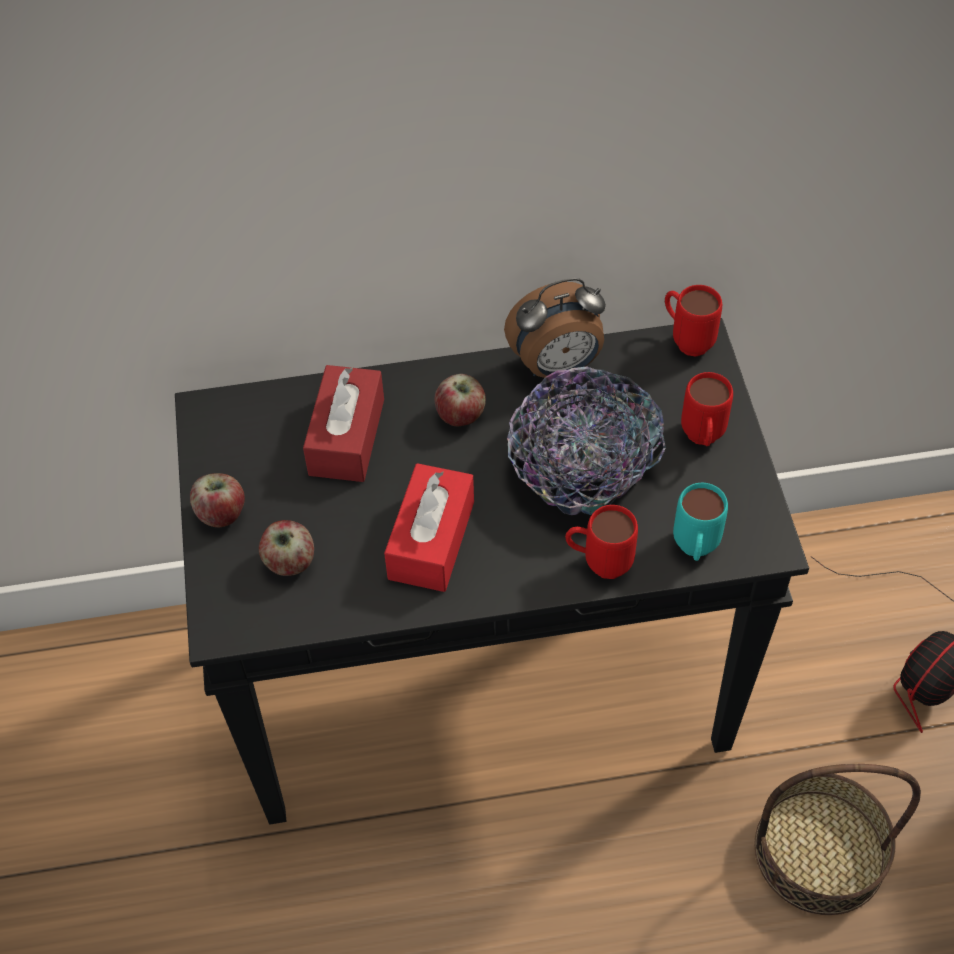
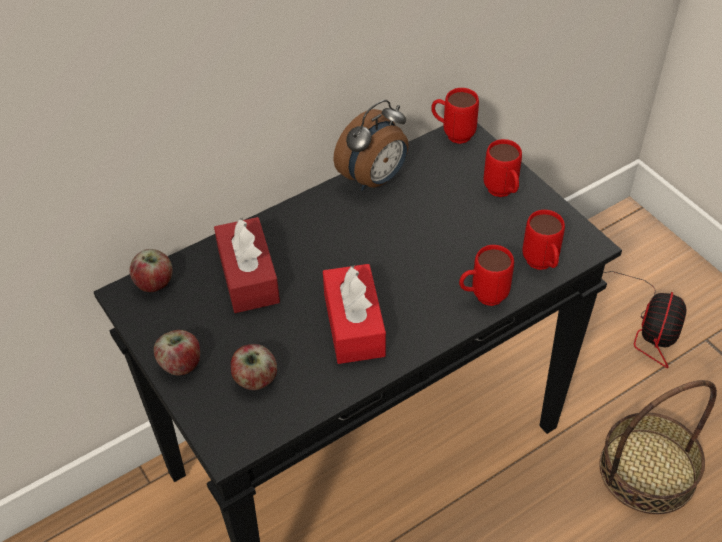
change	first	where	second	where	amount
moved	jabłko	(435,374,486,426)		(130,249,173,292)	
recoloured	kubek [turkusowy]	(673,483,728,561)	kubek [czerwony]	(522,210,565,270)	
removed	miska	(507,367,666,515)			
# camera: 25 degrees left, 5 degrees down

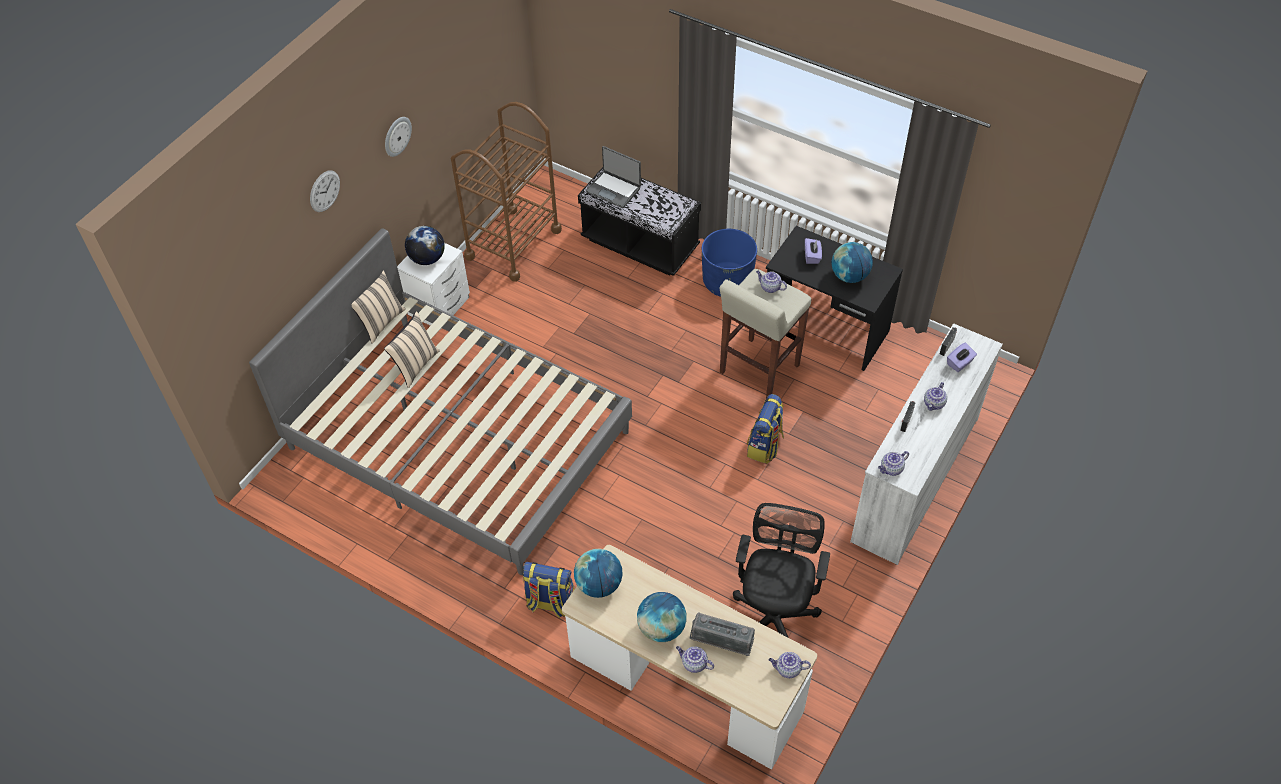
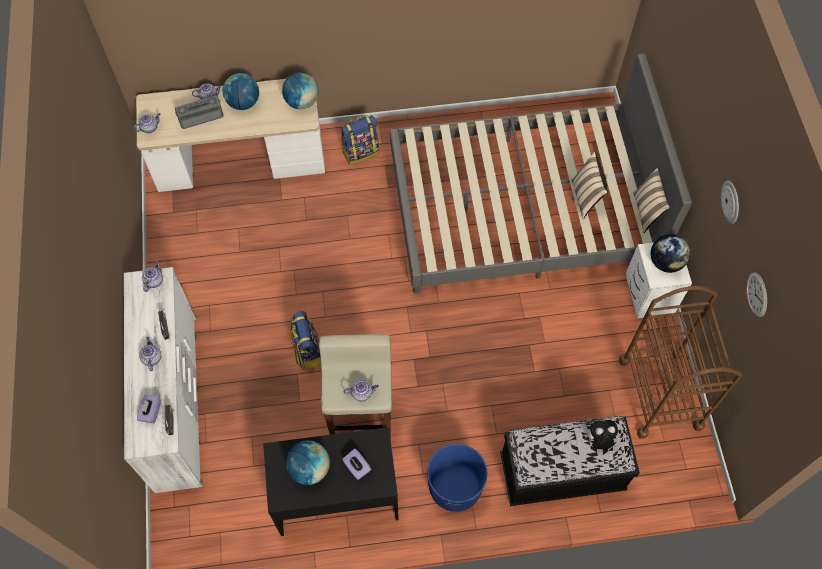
change	first	where	second	where	amount
replaced	laptop	(586,146,641,208)	pluszak	(585,420,618,449)	
moved	zegar ścienny	(310,170,340,212)		(747,272,767,317)	
removed	krzesło biurowe [czarny]	(733,503,830,637)			
# camera: 140 degrees right, 10 degrees up

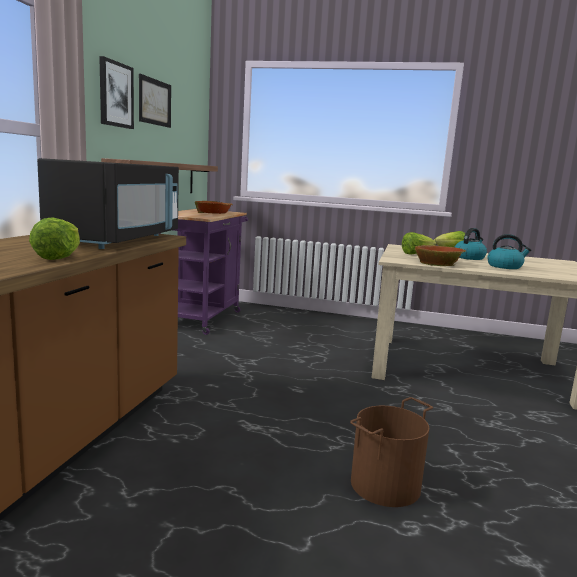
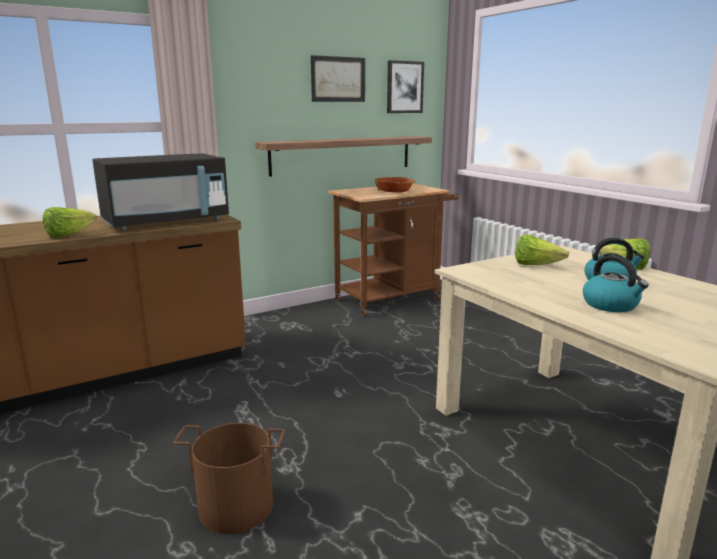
change	first	where	second	where	amount
recoloured	wózek [fioletowy]	(159,209,248,335)	wózek [brązowy]	(328,183,459,317)	
moved	obraz	(99,56,134,129)		(387,60,424,113)	
removed	miska	(415,245,466,266)			
# camera: 45 degrees right, 5 degrees up

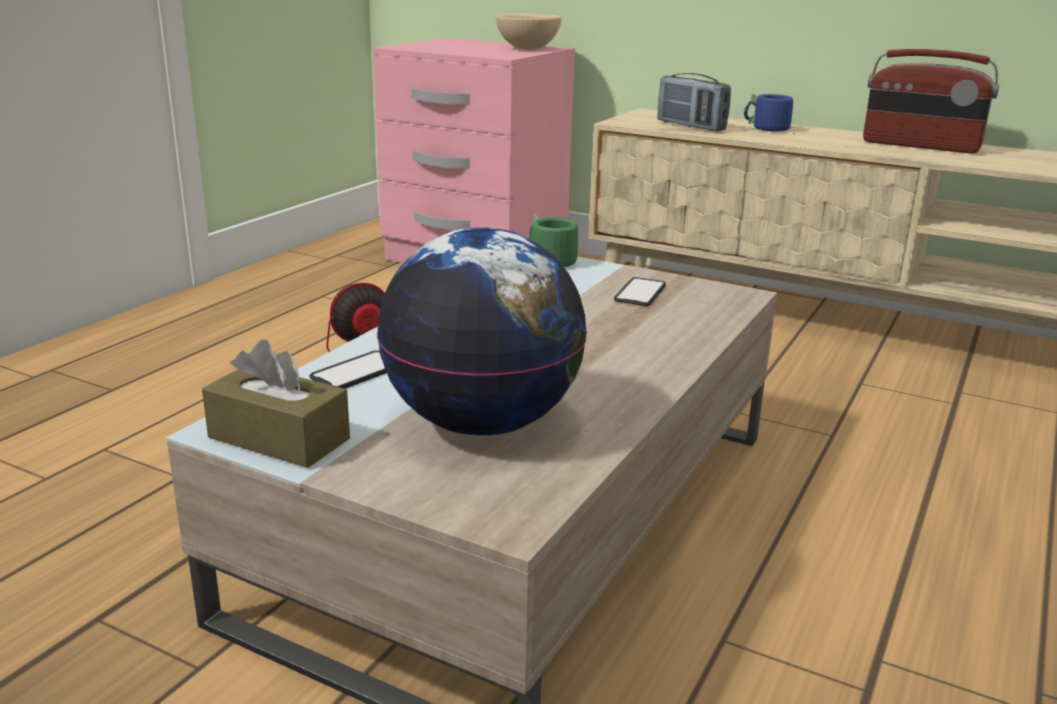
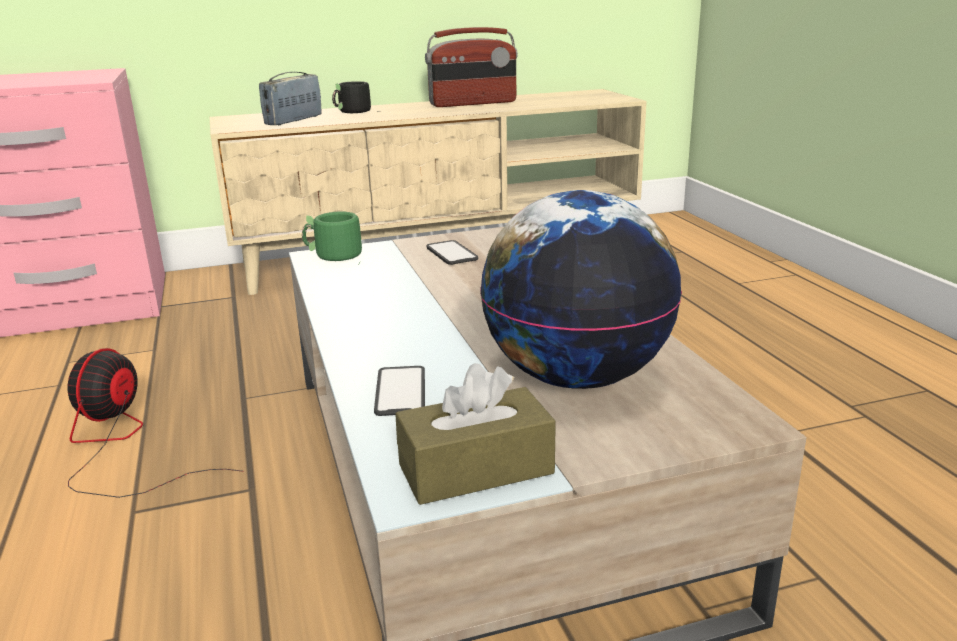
change	first	where	second	where	amount
turned	radio	(657,73,731,131)		(259,72,322,125)	120 degrees clockwise
recoloured	kubek [niebieski]	(744,94,793,132)	kubek [czarny]	(332,81,381,113)	
removed	miska [beżowy]	(496,13,562,50)			
# camera: 45 degrees left, 0 degrees up

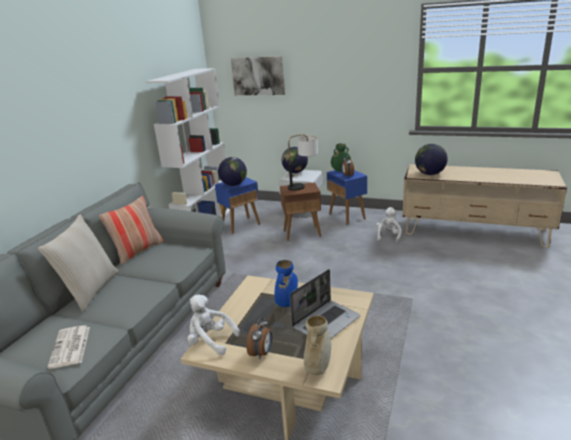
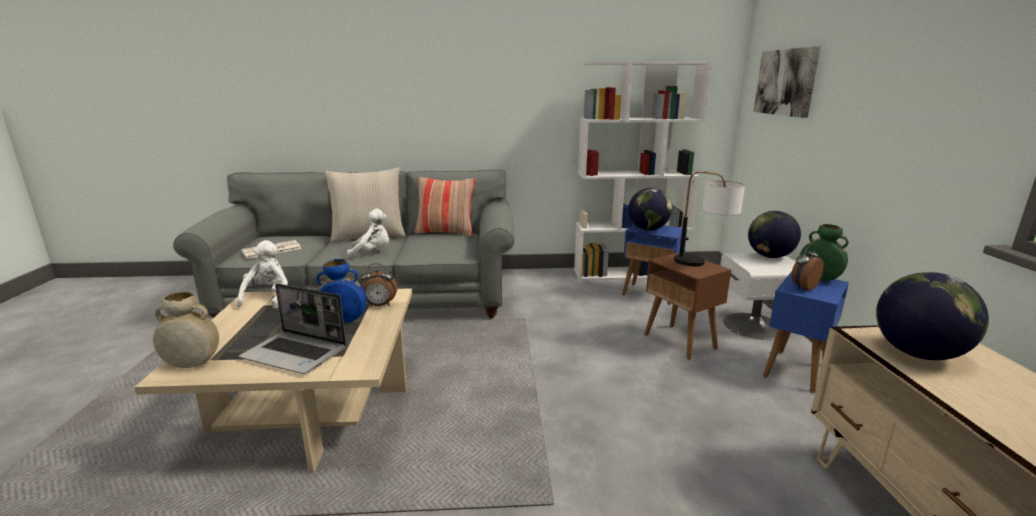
change	first	where	second	where	amount
moved	pluszak [biały]	(376,207,402,243)		(347,209,389,258)	
moved	budzik	(246,317,272,359)		(361,263,397,307)	
# camera: 65 degrees right, 5 degrees down

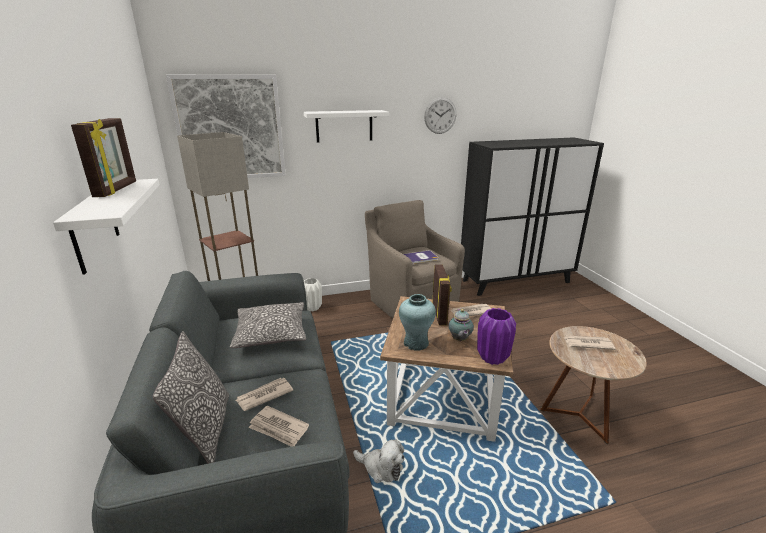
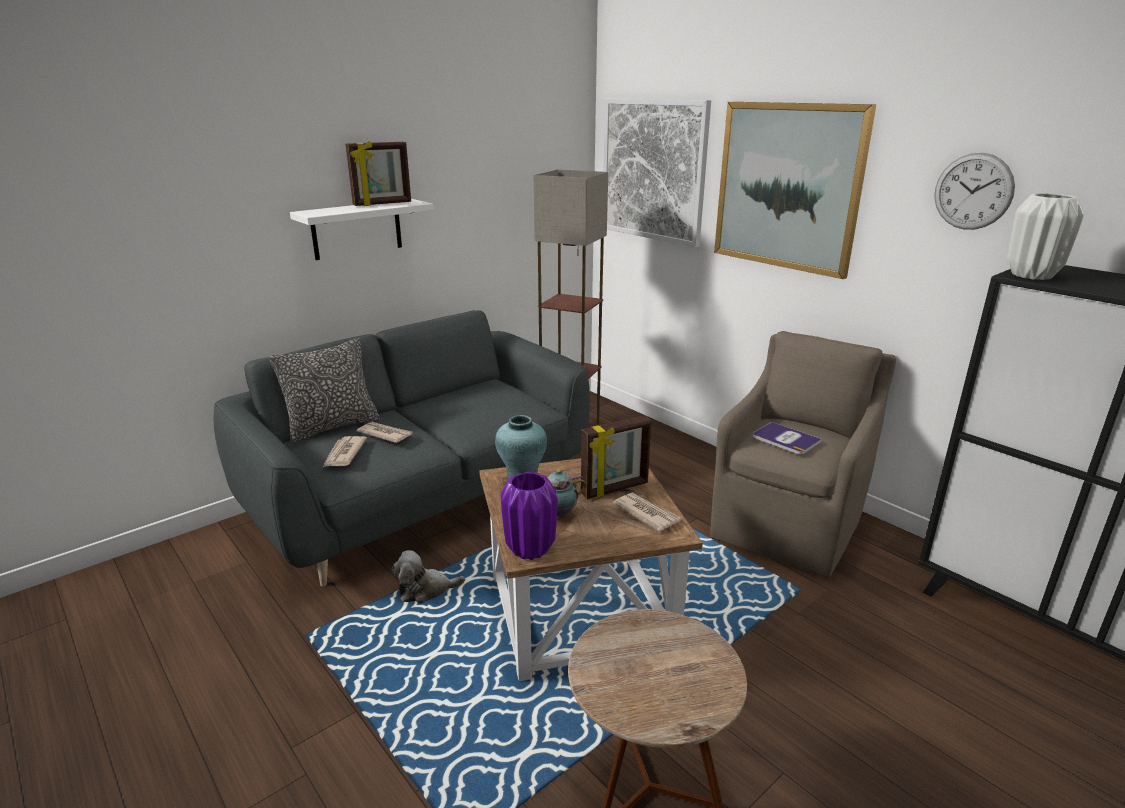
change	first	where	second	where	amount
turned	pluszak	(353,439,404,483)		(392,550,465,603)	75 degrees clockwise
replaced	półka [biały]	(304,110,389,143)	obraz	(714,102,876,279)	
moved	wazon [biały]	(304,278,322,311)		(1008,193,1084,280)	
removed	poduszka	(230,302,306,348)			
removed	gazeta	(563,335,615,350)			
# camera: 65 degrees right, 0 degrees up

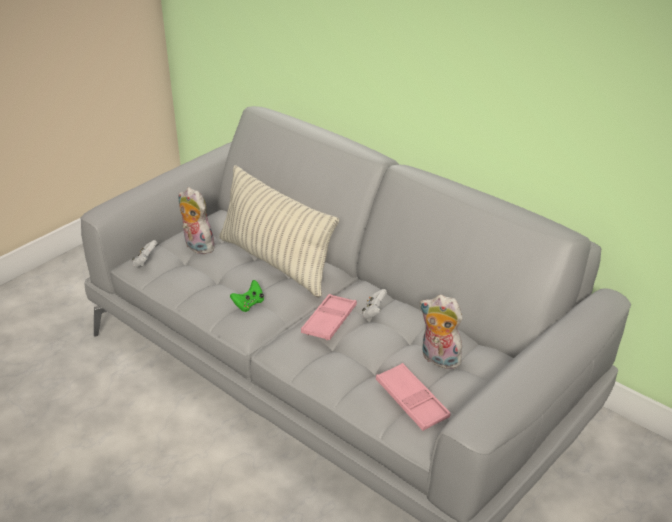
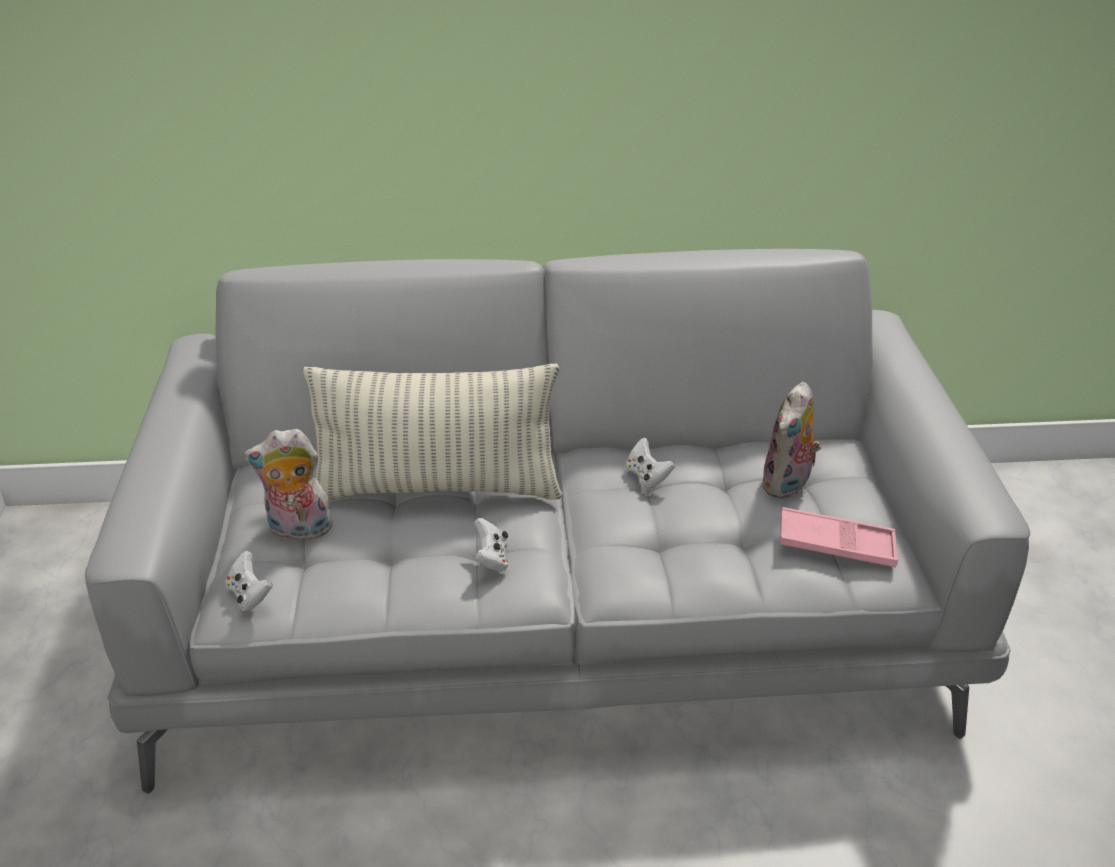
change	first	where	second	where	amount
recoloured	pad do gier [zielony]	(230,280,264,312)	pad do gier [biały]	(474,518,508,572)	
turned	pluszak	(420,295,462,369)		(761,382,821,498)	45 degrees counterclockwise
removed	taca [różowy]	(301,294,357,340)			
# camera: 45 degrees left, 0 degrees up

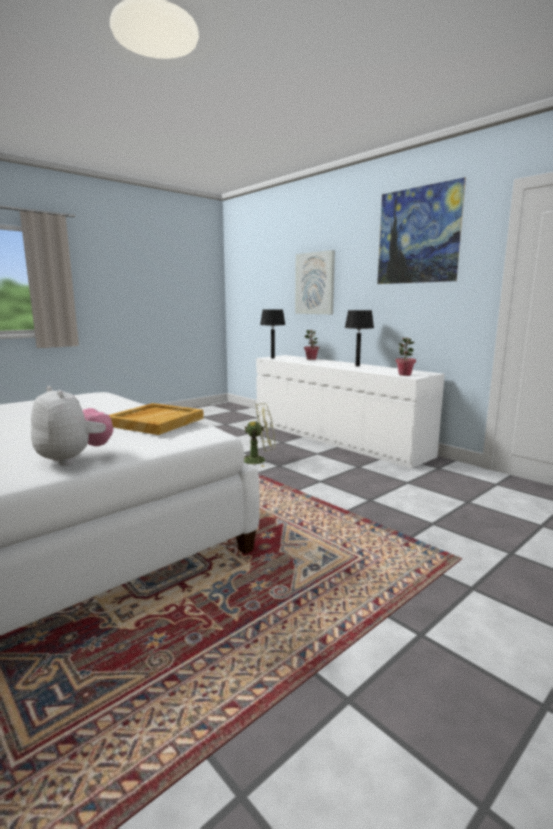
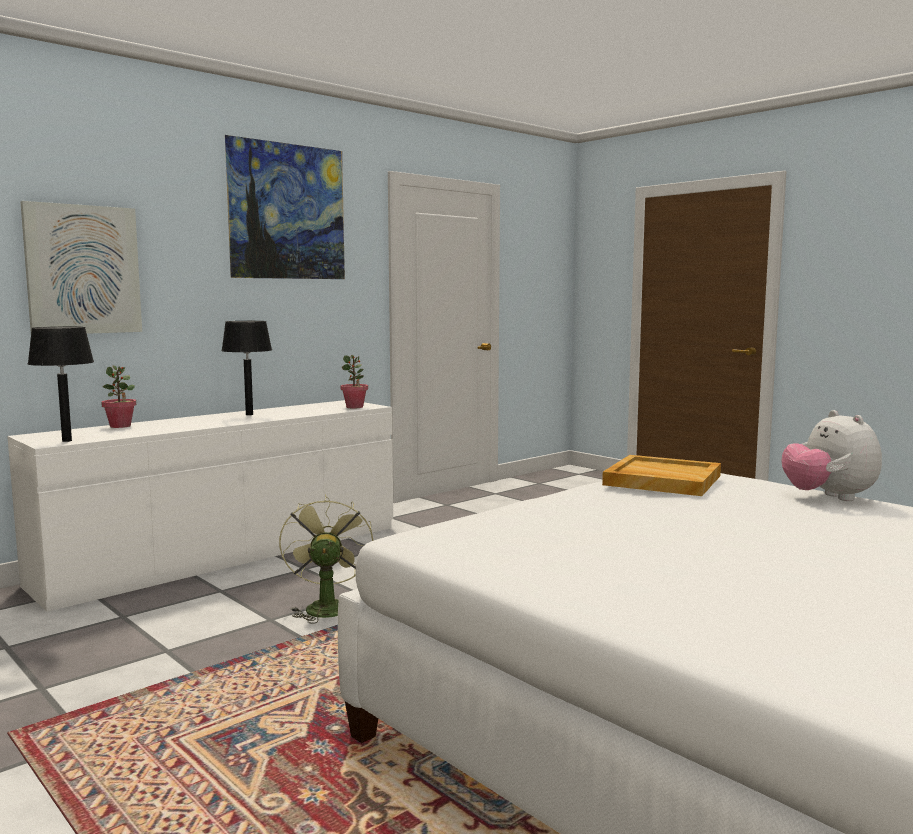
change	first	where	second	where	amount
turned	pluszak	(31,386,113,466)		(781,410,882,501)	60 degrees counterclockwise
# camera: 90 degrees left, 5 degrees down

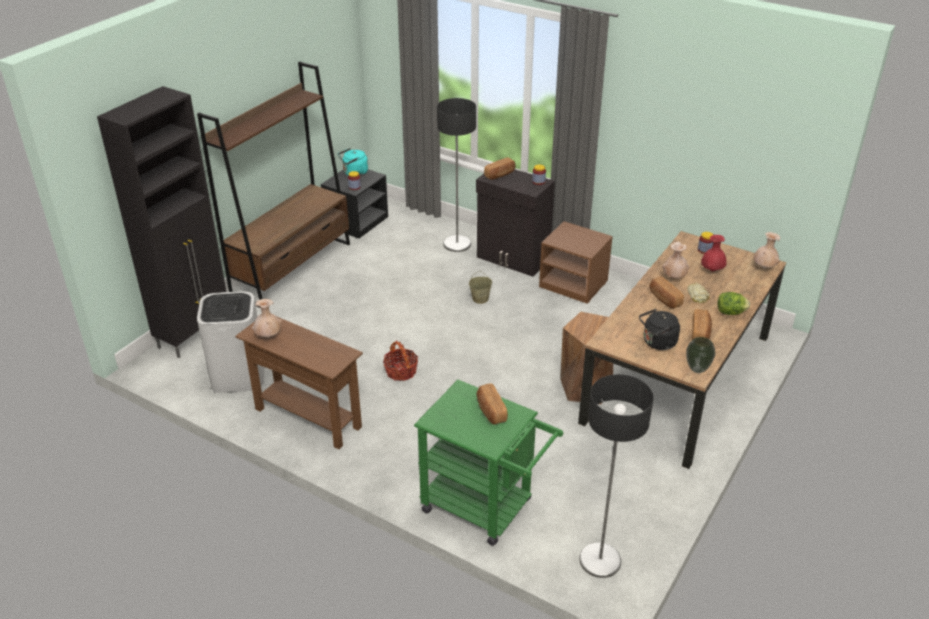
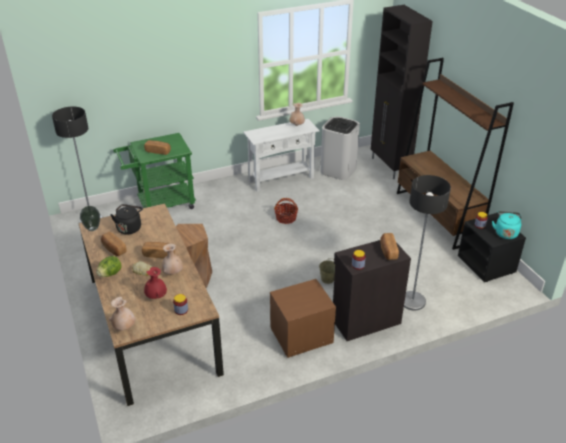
change	first	where	second	where	amount
recoloured	stolik konsolowy [brązowy]	(235,316,363,449)	stolik konsolowy [biały]	(243,119,320,191)	
# camera: 125 degrees right, 0 degrees up

